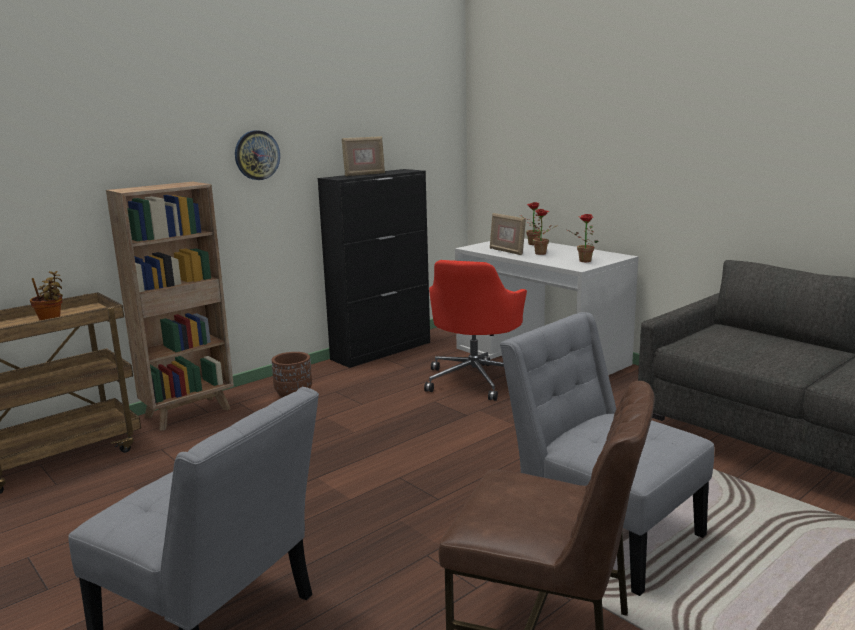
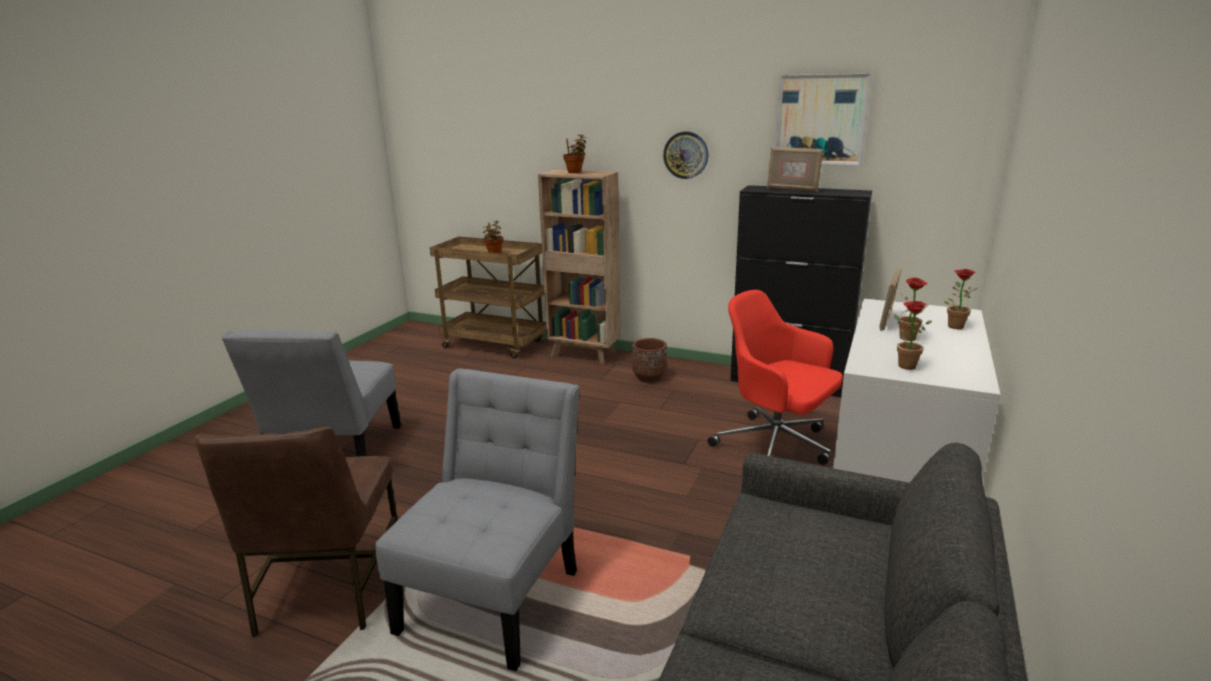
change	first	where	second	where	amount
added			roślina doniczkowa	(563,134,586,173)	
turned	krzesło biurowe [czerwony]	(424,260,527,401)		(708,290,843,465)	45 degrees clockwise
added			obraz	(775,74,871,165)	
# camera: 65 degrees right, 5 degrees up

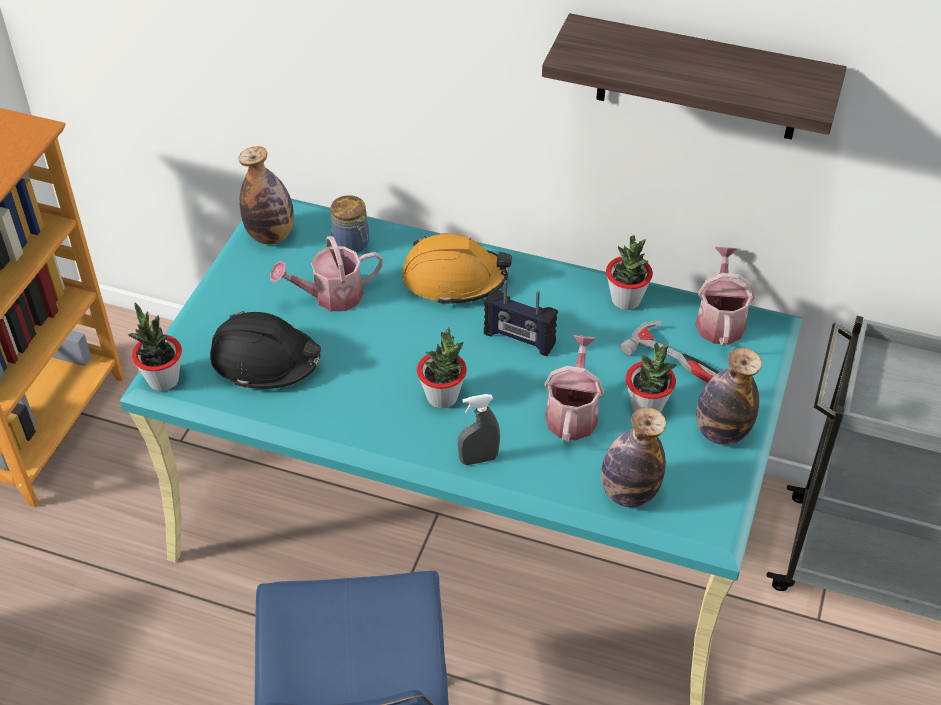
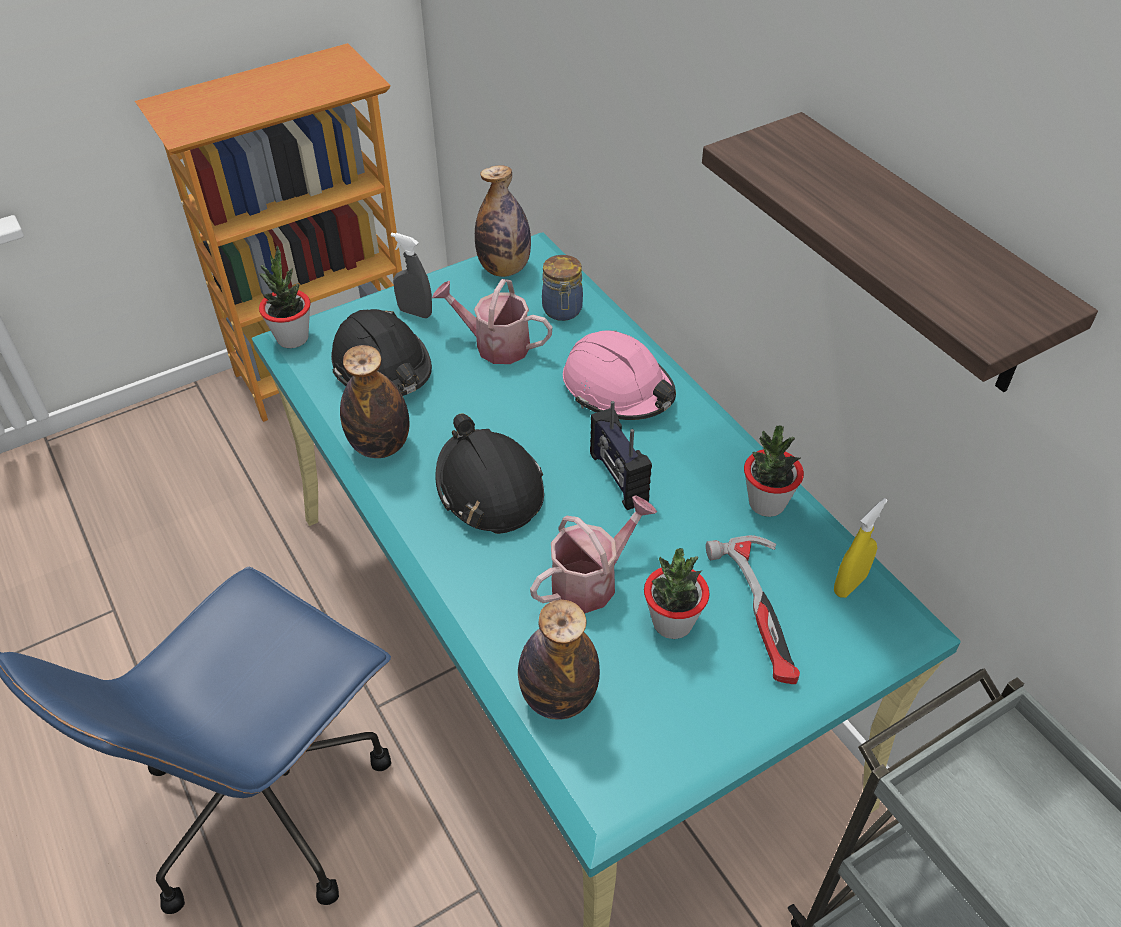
change	first	where	second	where	amount
moved	butelka	(696,347,762,445)		(340,345,409,458)	
moved	spryskiwacz [szary]	(458,394,500,465)		(391,233,432,318)	
replaced	roślina doniczkowa	(417,328,467,408)	kask [czarny]	(435,413,544,534)	
recoloured	kask [pomarańczowy]	(402,233,512,306)	kask [różowy]	(563,331,676,420)	
replaced	konewka	(695,247,755,346)	spryskiwacz [żółty]	(834,498,888,598)	
# camera: 40 degrees right, 0 degrees up

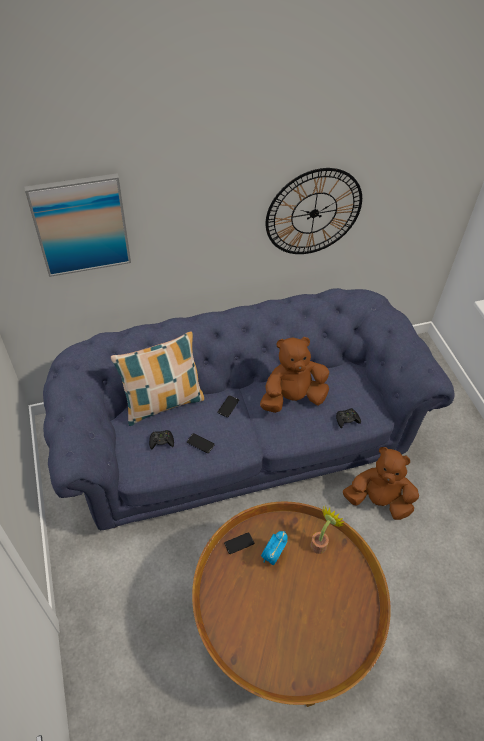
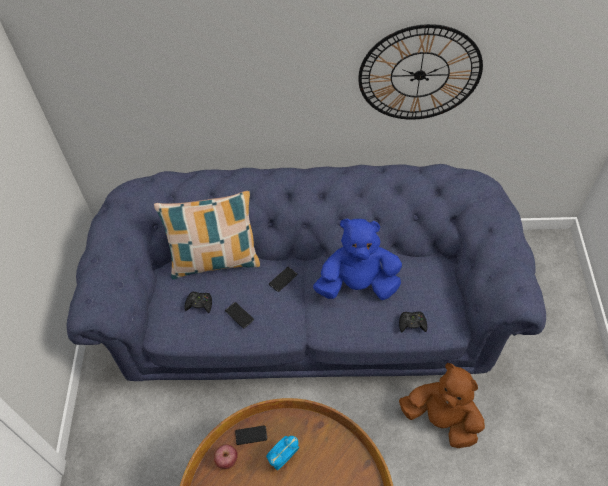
change	first	where	second	where	amount
added			jabłko	(214,444,238,469)	
recoloured	pluszak [brązowy]	(260,337,329,413)	pluszak [niebieski]	(313,219,402,300)	
removed	obraz	(24,173,131,277)			
removed	roślina doniczkowa	(310,506,344,554)			
# camera: 20 degrees right, 5 degrees up

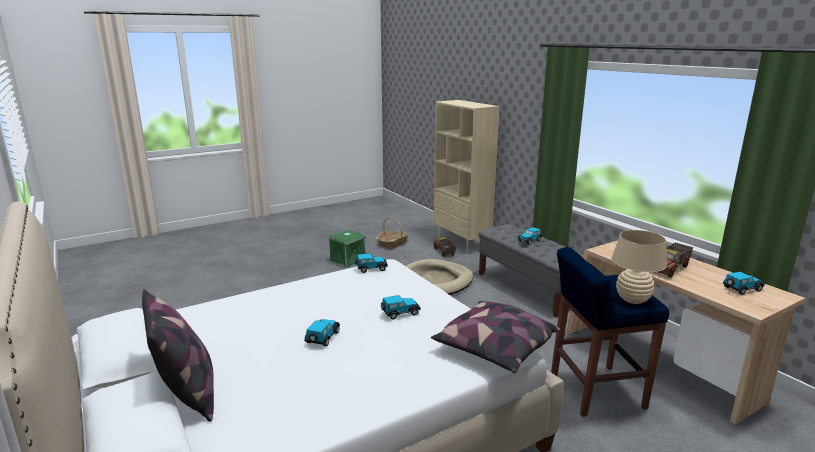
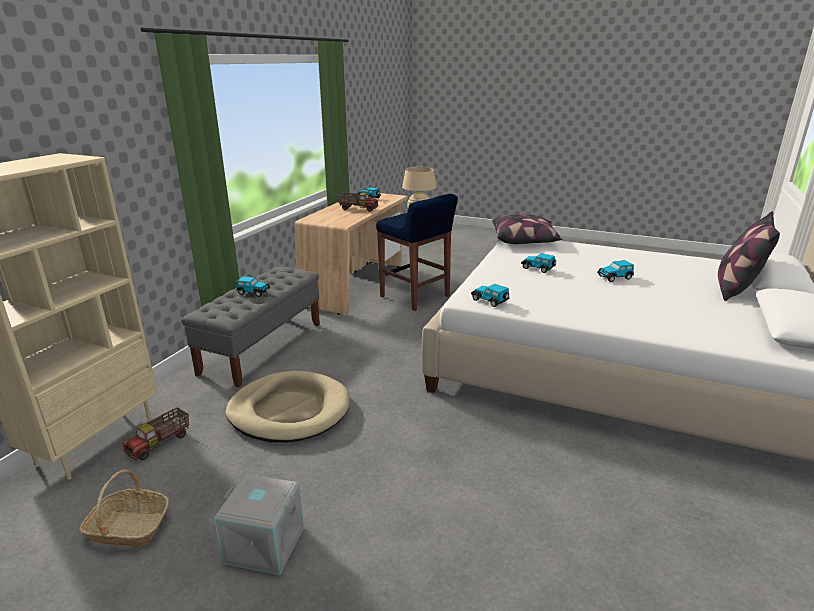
change	first	where	second	where	amount
recoloured	pojemnik do przechowywania [zielony]	(329,230,366,268)	pojemnik do przechowywania [szary]	(214,474,304,575)	
# camera: 125 degrees left, 5 degrees up

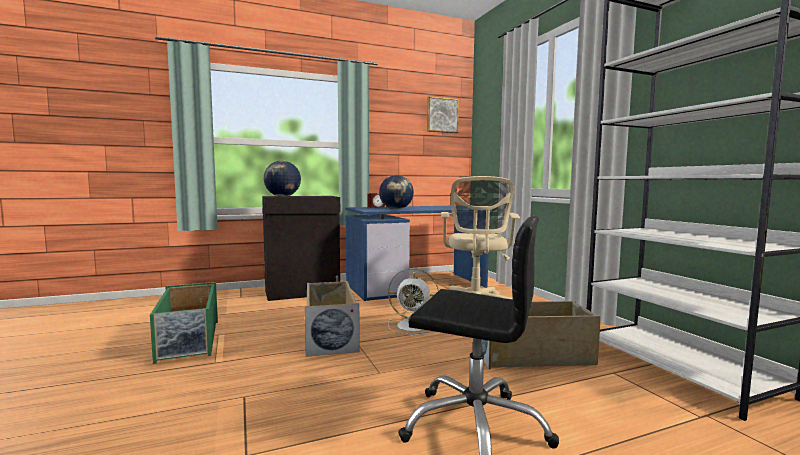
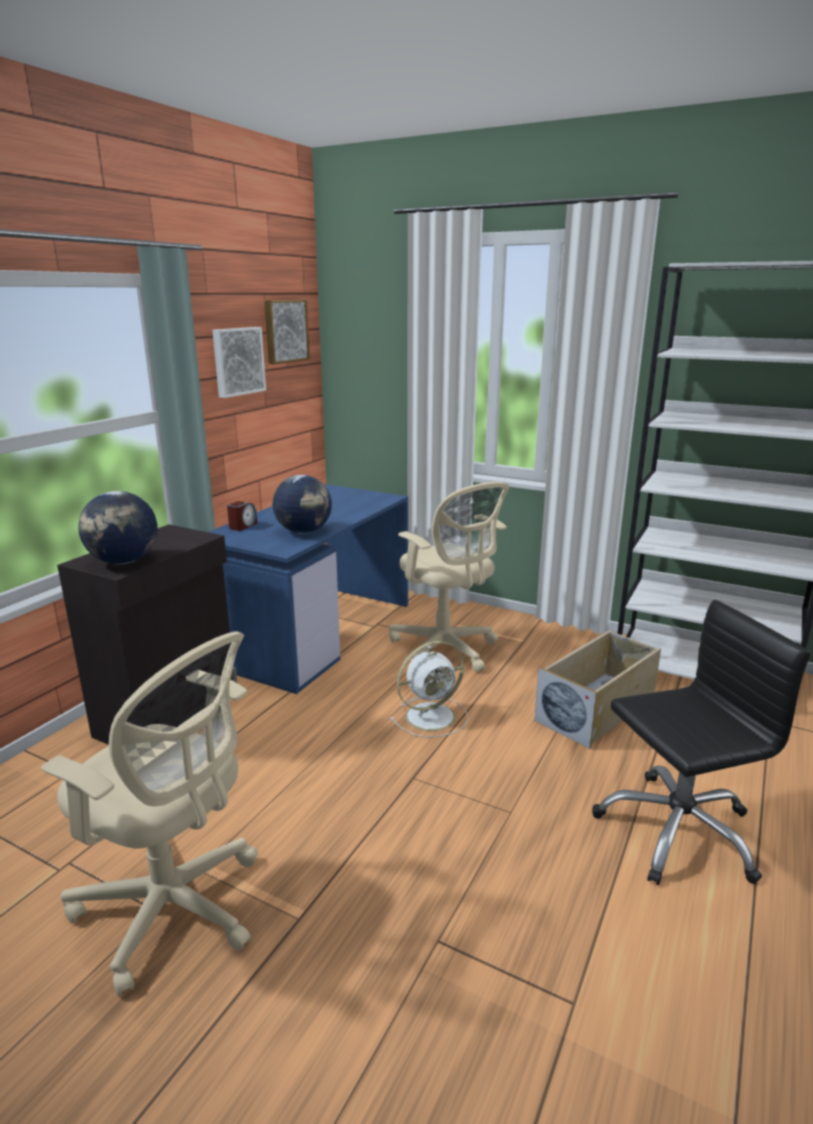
change	first	where	second	where	amount
replaced	pojemnik do przechowywania [zielony]	(150,282,218,364)	krzesło biurowe [beżowy]	(41,631,258,997)	
added			obraz	(212,327,266,398)	
removed	pojemnik do przechowywania [beżowy]	(305,281,360,357)			
# camera: 40 degrees left, 15 degrees up

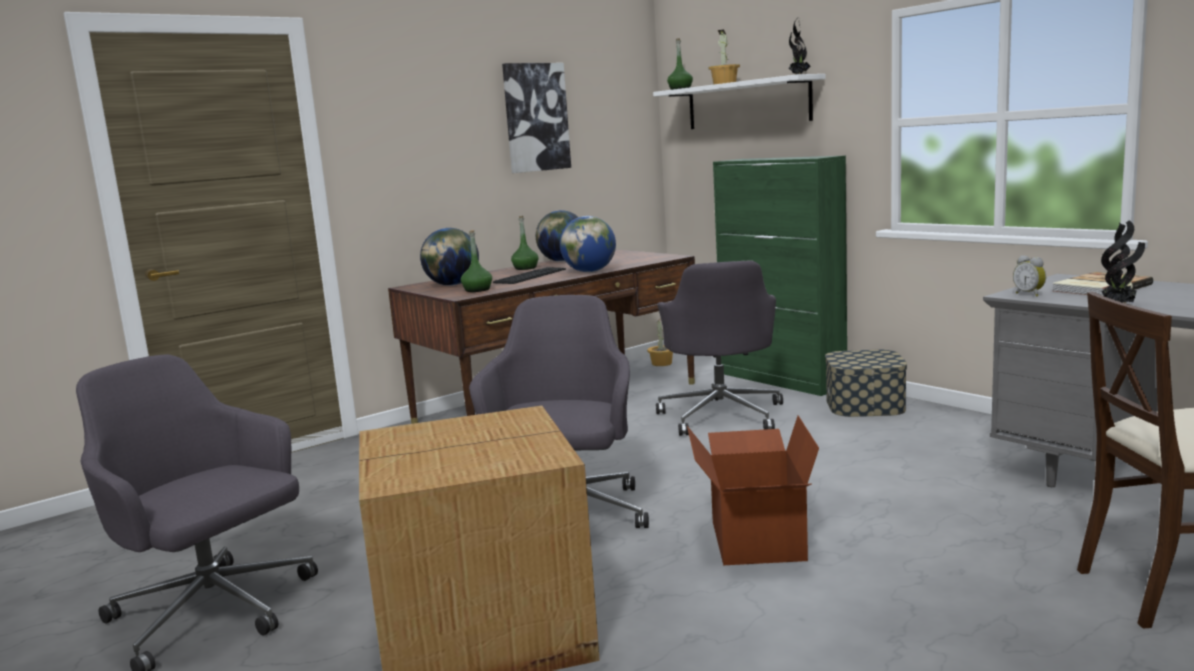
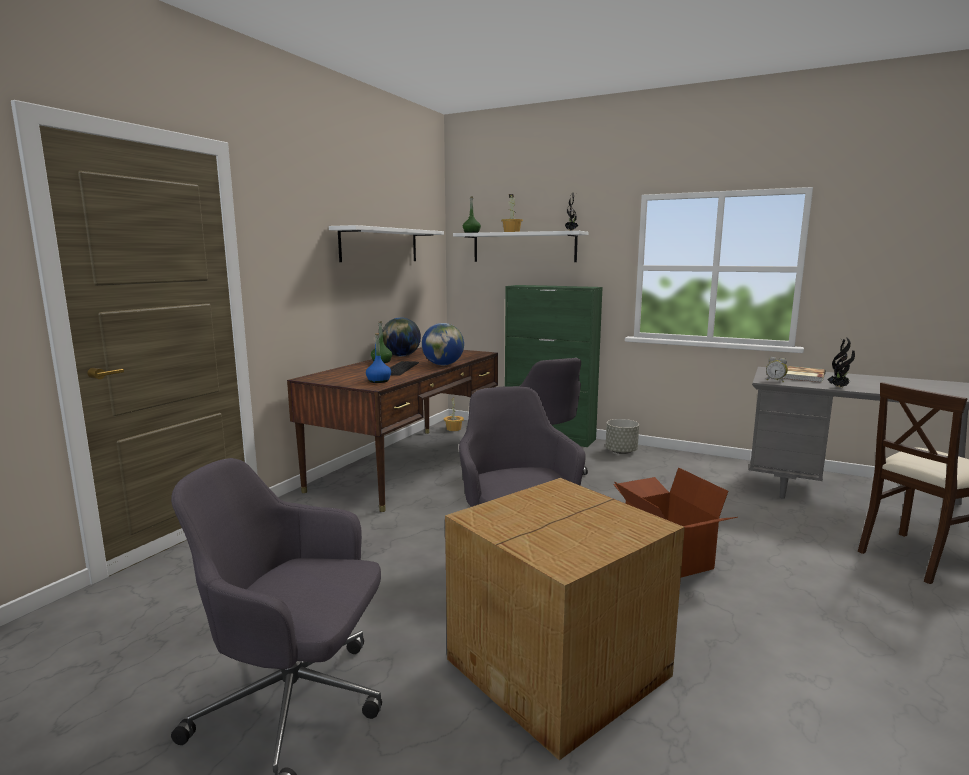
change	first	where	second	where	amount
replaced	obraz	(502,63,571,173)	półka [biały]	(329,225,444,262)	
recoloured	butelka [zielony]	(461,230,492,292)	butelka [niebieski]	(366,333,391,383)	
replaced	pojemnik do przechowywania	(825,350,907,417)	donica [szary]	(606,419,639,454)	
removed	globus	(420,228,479,286)			
# camera: 25 degrees left, 0 degrees up

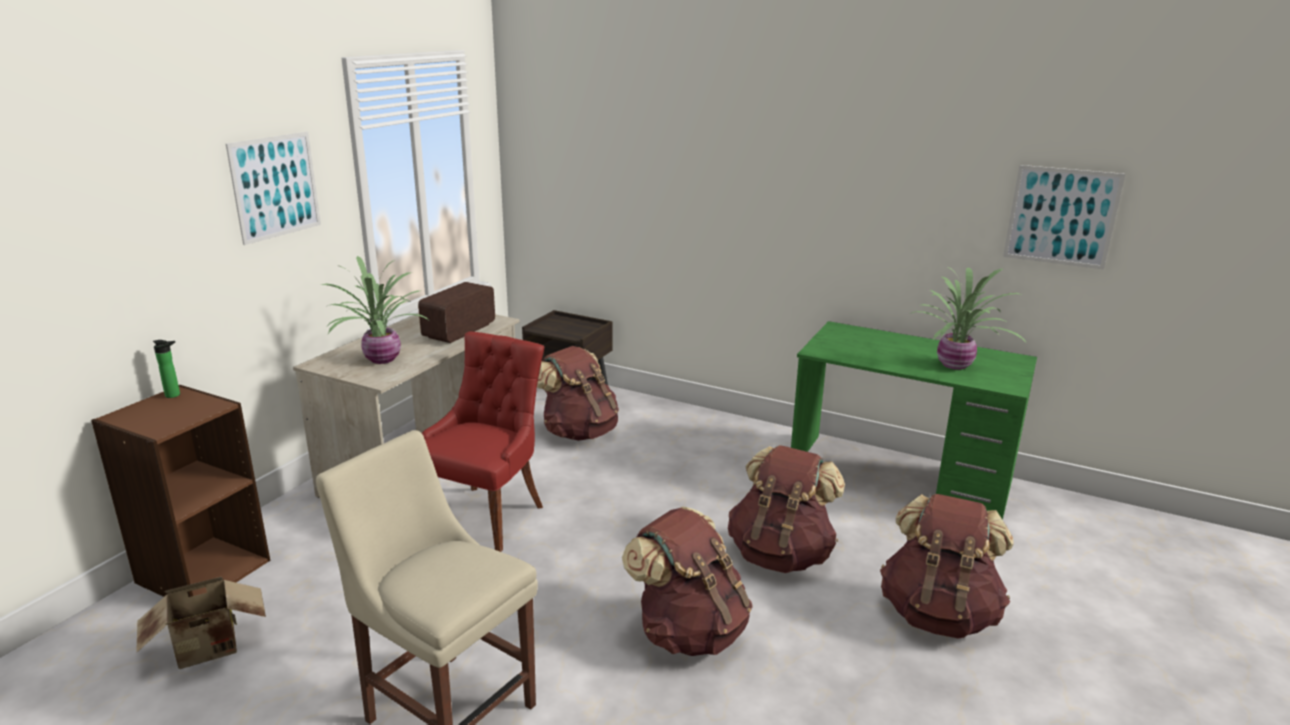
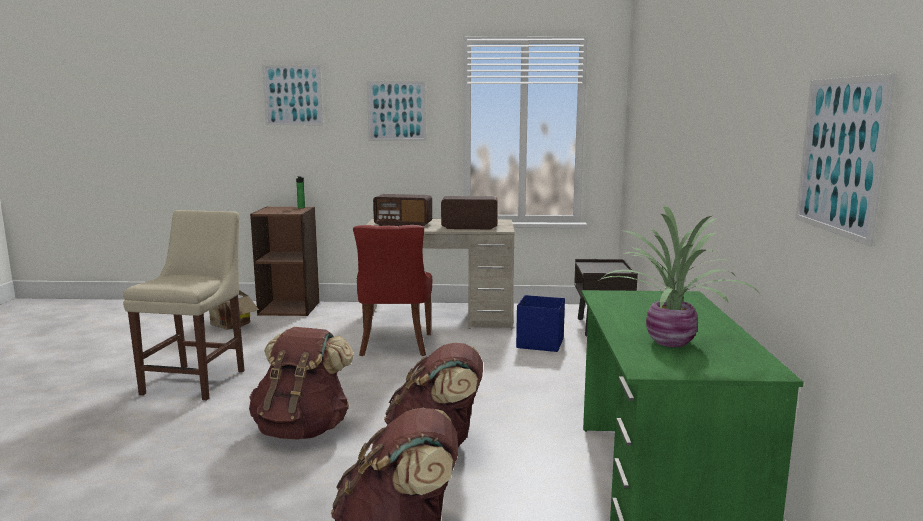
change	first	where	second	where	amount
added			obraz	(262,65,323,125)	
turned	krzesło [czerwony]	(422,331,544,552)		(353,225,432,356)	90 degrees clockwise
replaced	roślina doniczkowa	(322,256,430,364)	radio	(373,194,432,226)	
replaced	plecak [brązowy]	(537,346,619,441)	pojemnik do przechowywania [niebieski]	(516,295,565,352)	
# camera: 65 degrees right, 10 degrees down

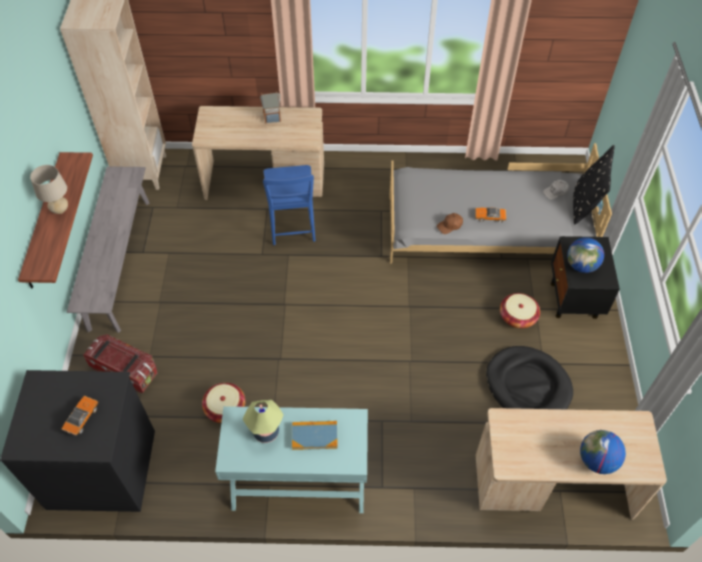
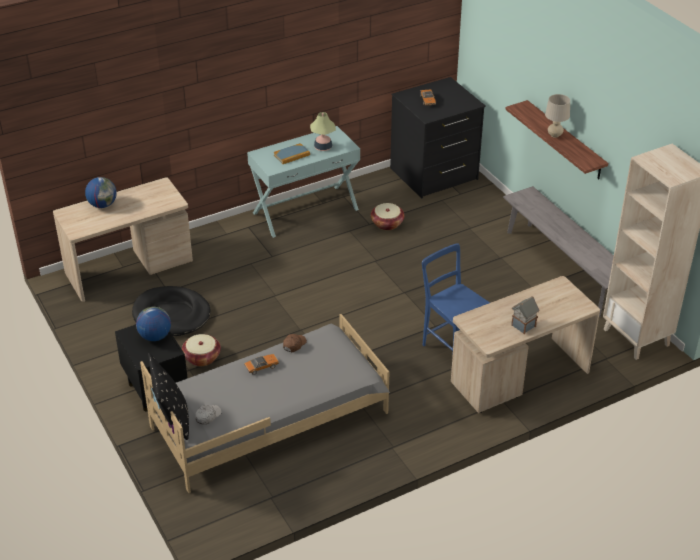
change	first	where	second	where	amount
removed	pojemnik do przechowywania	(83,334,157,393)			
# camera: 150 degrees right, 15 degrees down

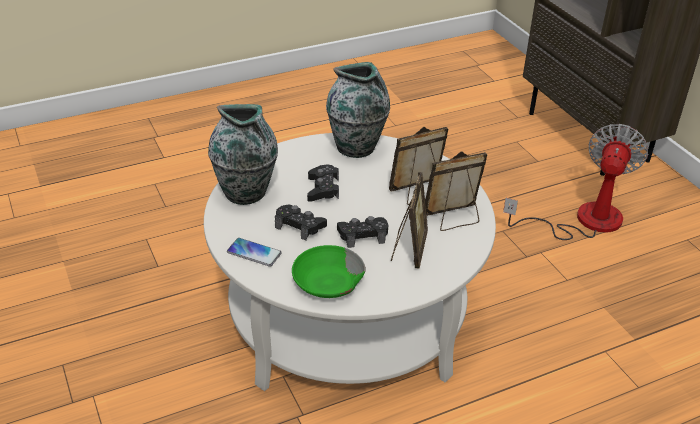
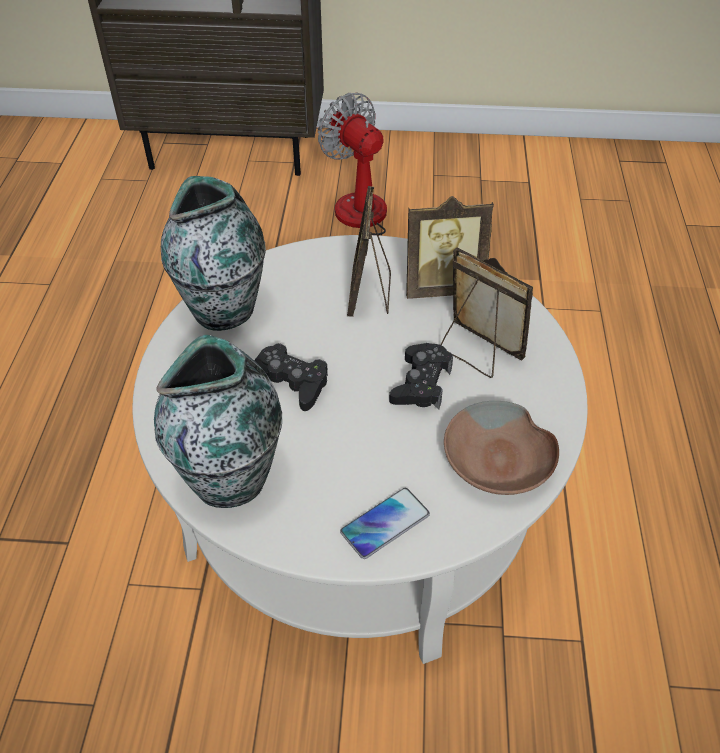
change	first	where	second	where	amount
turned	ramka na zdjęcie	(425,151,487,231)		(406,196,494,299)	105 degrees counterclockwise
recoloured	miska [zielony]	(292,245,366,298)	miska [brązowy]	(444,401,559,495)	
removed	pad do gier [czarny]	(275,205,327,241)			
# camera: 60 degrees left, 10 degrees up

